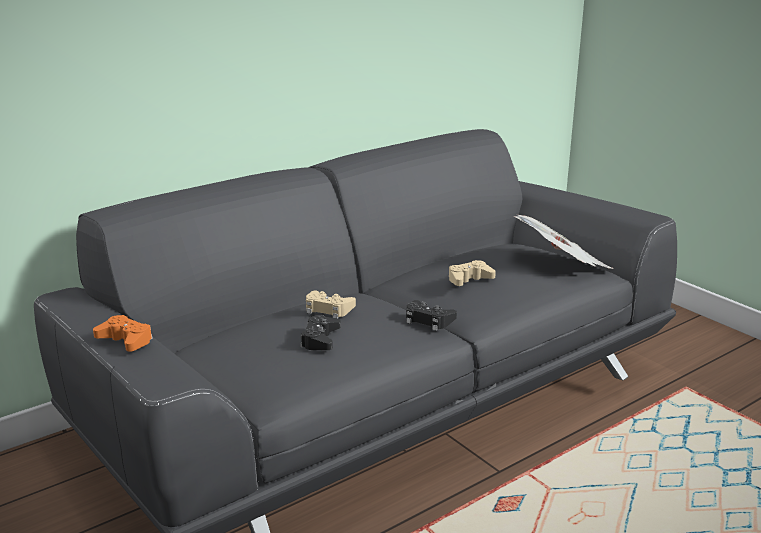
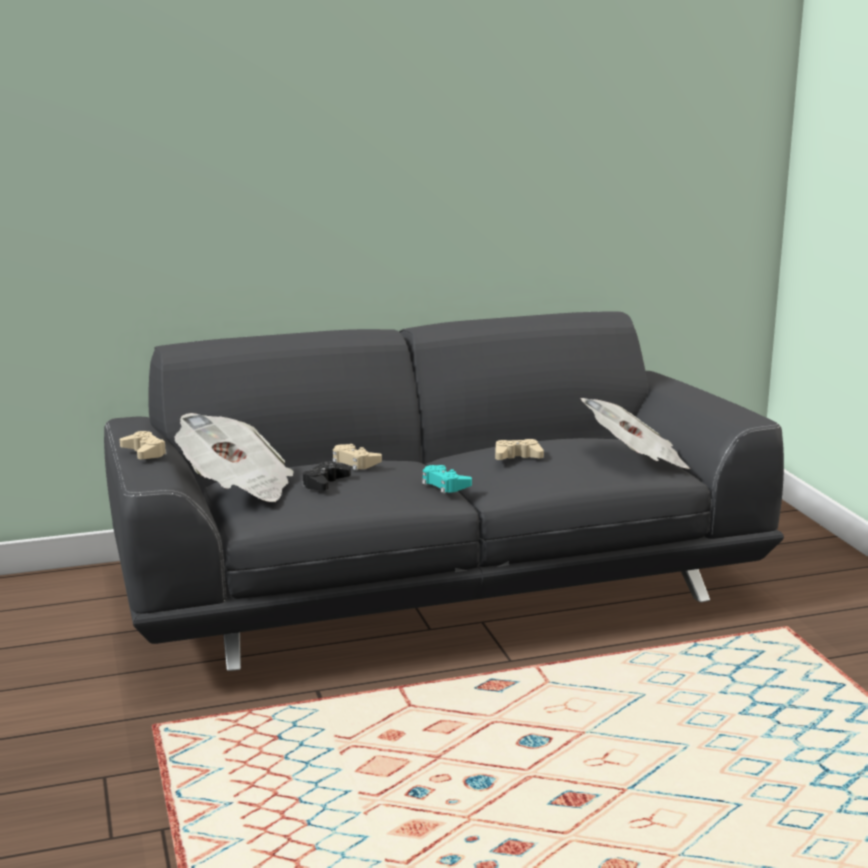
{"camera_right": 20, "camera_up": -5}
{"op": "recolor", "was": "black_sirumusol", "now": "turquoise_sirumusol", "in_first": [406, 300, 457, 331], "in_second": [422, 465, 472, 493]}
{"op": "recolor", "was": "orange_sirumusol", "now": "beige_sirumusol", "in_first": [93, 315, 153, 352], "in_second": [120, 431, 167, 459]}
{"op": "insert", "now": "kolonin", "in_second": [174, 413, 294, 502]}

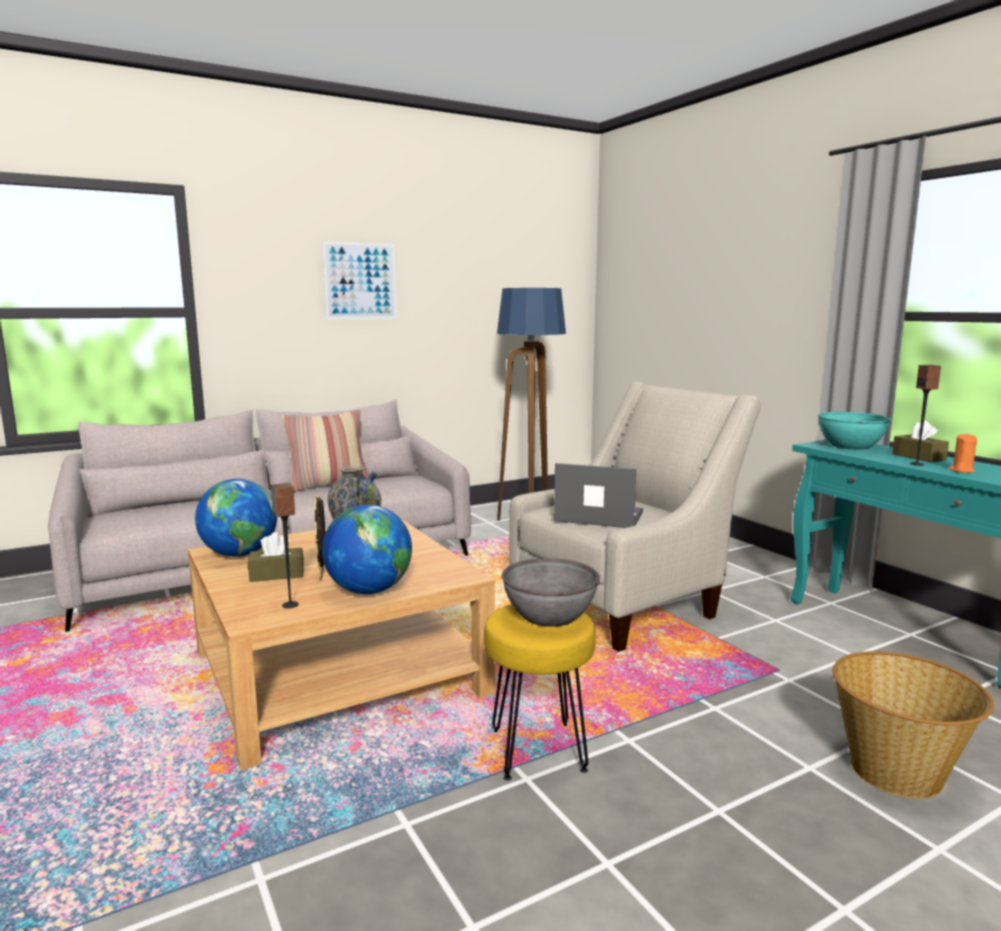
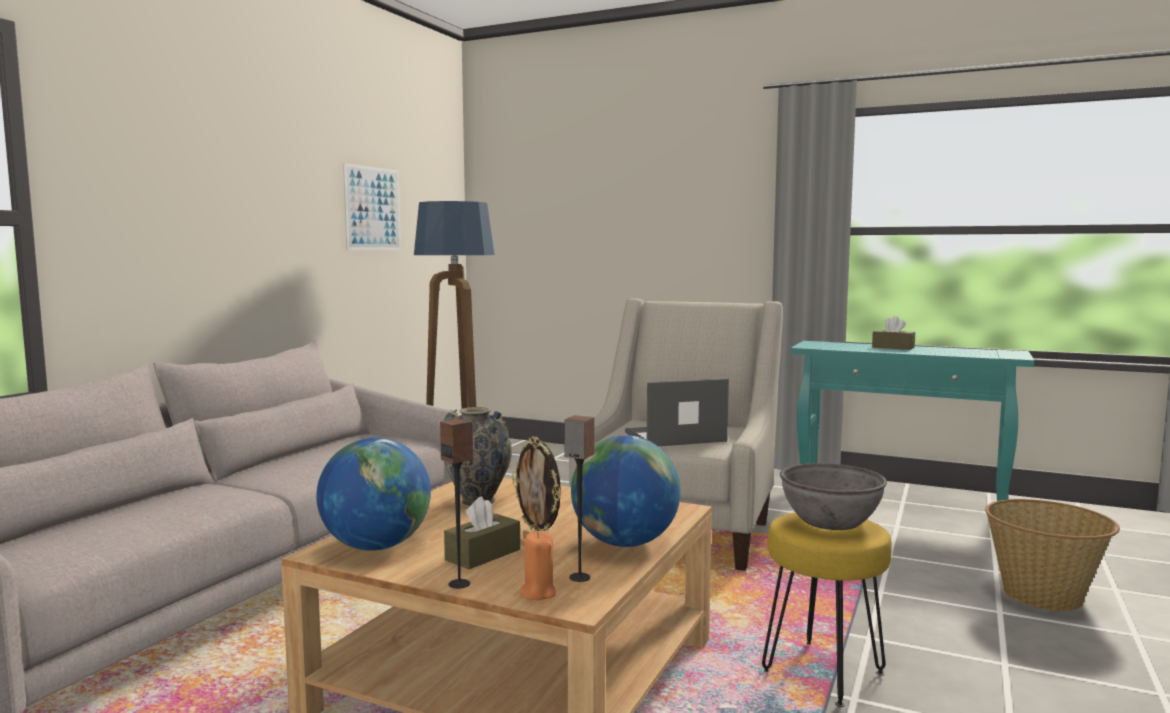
{"camera_right": -35, "camera_up": -5}
{"op": "move", "was": "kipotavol", "in_first": [322, 241, 397, 319], "in_second": [343, 163, 401, 250]}
{"op": "move", "was": "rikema", "in_first": [910, 365, 941, 466], "in_second": [440, 418, 474, 589]}
{"op": "delete", "was": "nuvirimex", "in_first": [282, 410, 369, 492]}
{"op": "delete", "was": "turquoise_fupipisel", "in_first": [818, 412, 891, 449]}
{"op": "move", "was": "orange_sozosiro", "in_first": [950, 433, 977, 473], "in_second": [521, 531, 556, 600]}

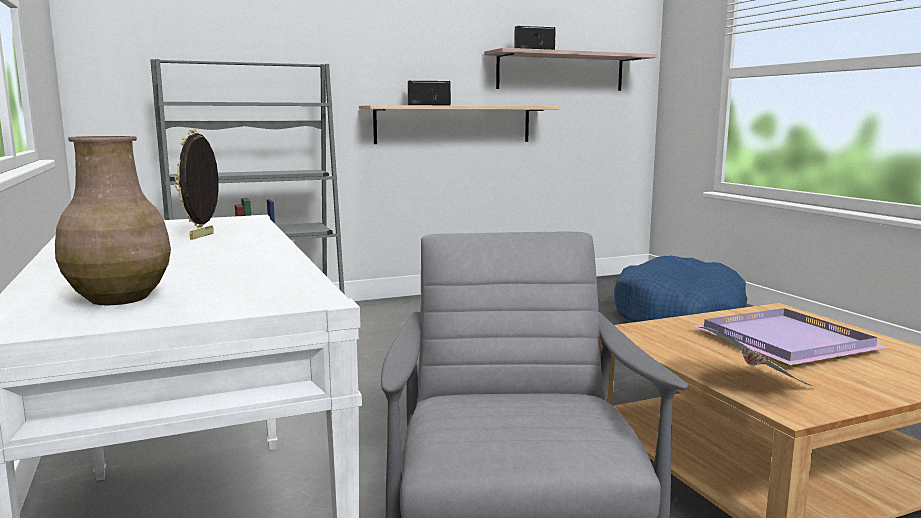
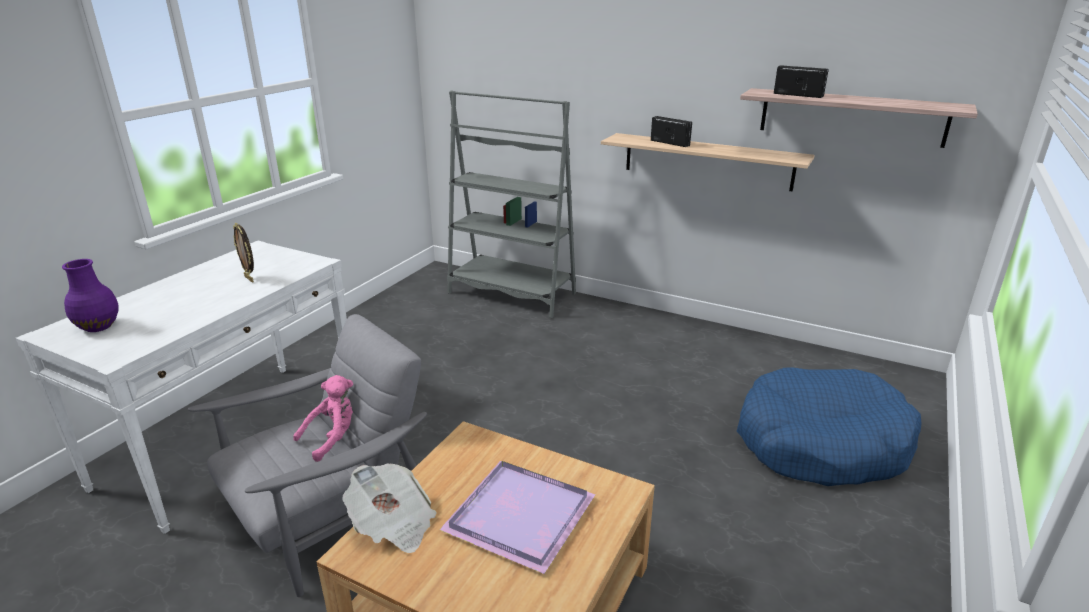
{"camera_right": 50, "camera_up": 15}
{"op": "rotate", "was": "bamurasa", "in_first": [175, 129, 219, 240], "in_second": [233, 223, 254, 283], "clockwise": -105}
{"op": "recolor", "was": "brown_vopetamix", "now": "purple_vopetamix", "in_first": [55, 136, 171, 305], "in_second": [62, 259, 119, 332]}
{"op": "insert", "now": "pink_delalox", "in_second": [293, 375, 353, 462]}

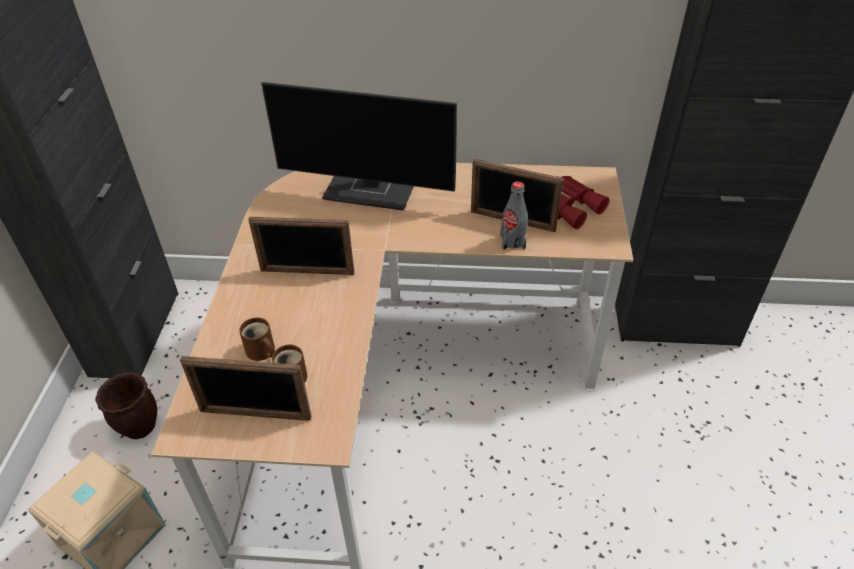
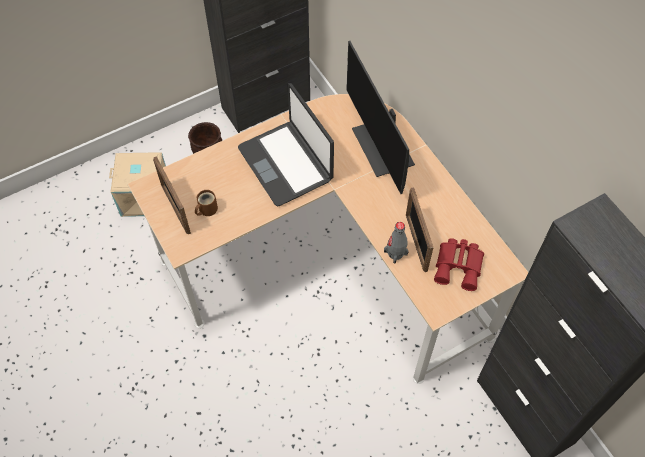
{"camera_right": 55, "camera_up": 15}
{"op": "replace", "was": "bamurasa", "now": "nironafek", "in_first": [248, 217, 354, 275], "in_second": [238, 83, 334, 207]}
{"op": "delete", "was": "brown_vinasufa", "in_first": [239, 317, 275, 361]}

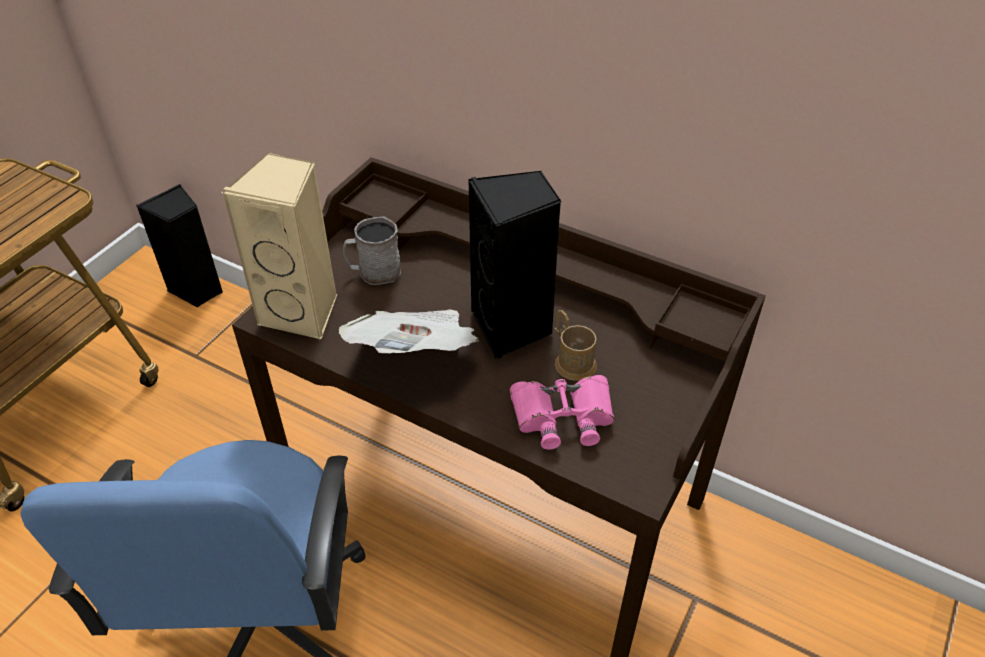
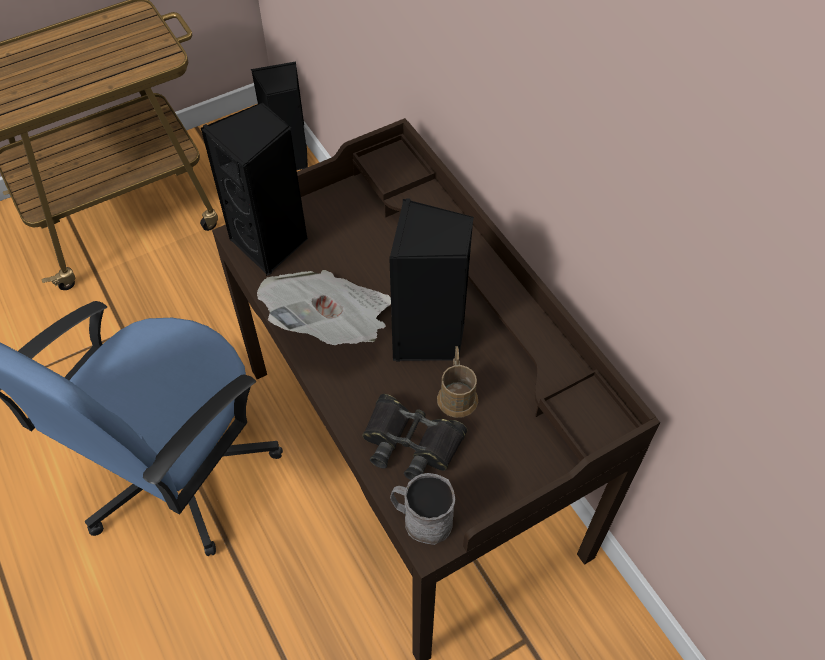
{"camera_right": 30, "camera_up": 10}
{"op": "recolor", "was": "beige_rikema", "now": "black_rikema", "in_first": [222, 153, 337, 340], "in_second": [200, 103, 308, 276]}
{"op": "move", "was": "grey_vinasufa", "in_first": [343, 216, 401, 285], "in_second": [390, 473, 455, 545]}
{"op": "recolor", "was": "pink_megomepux", "now": "black_megomepux", "in_first": [510, 375, 614, 450], "in_second": [362, 394, 467, 480]}

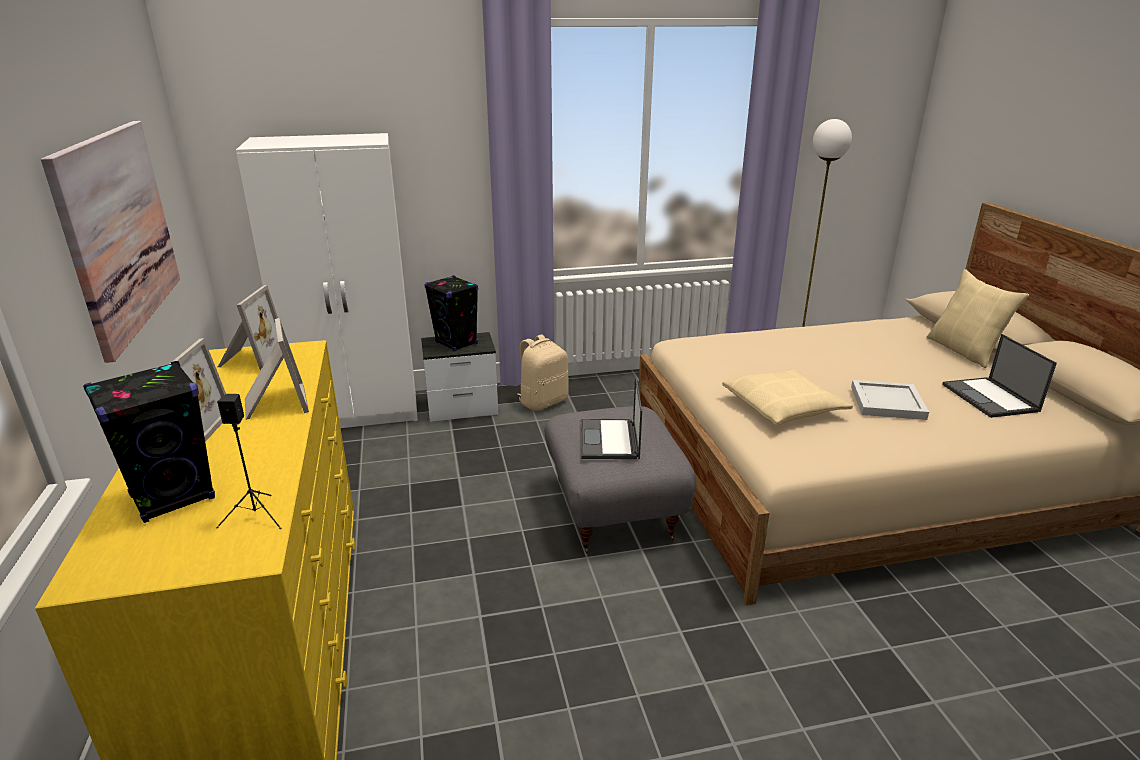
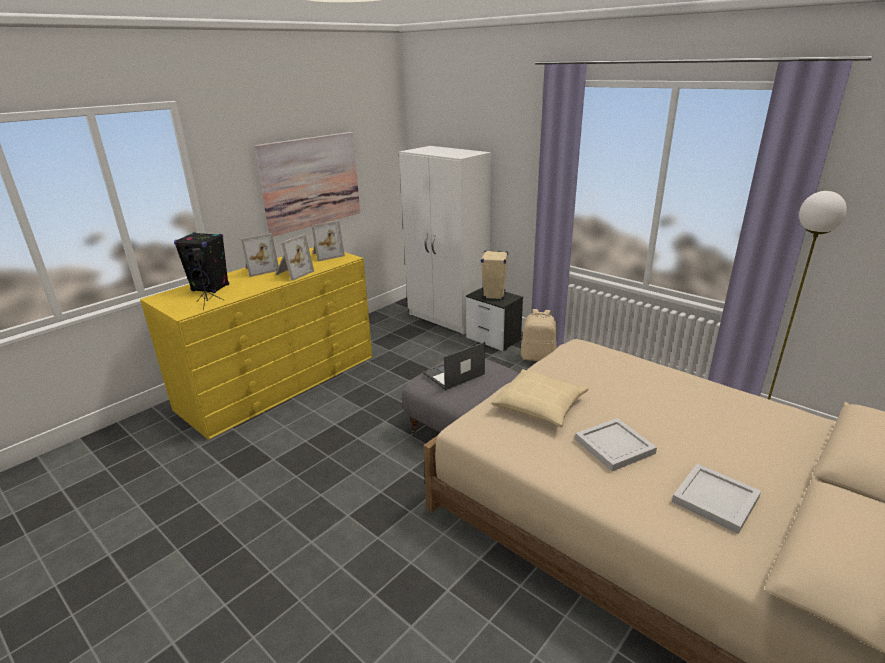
{"camera_right": 55, "camera_up": 0}
{"op": "delete", "was": "beige_nuvirimex", "in_first": [926, 269, 1029, 368]}
{"op": "recolor", "was": "black_rikema", "now": "beige_rikema", "in_first": [425, 275, 478, 351], "in_second": [481, 250, 508, 300]}
{"op": "replace", "was": "nironafek", "now": "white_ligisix", "in_first": [942, 334, 1057, 418], "in_second": [672, 464, 761, 534]}

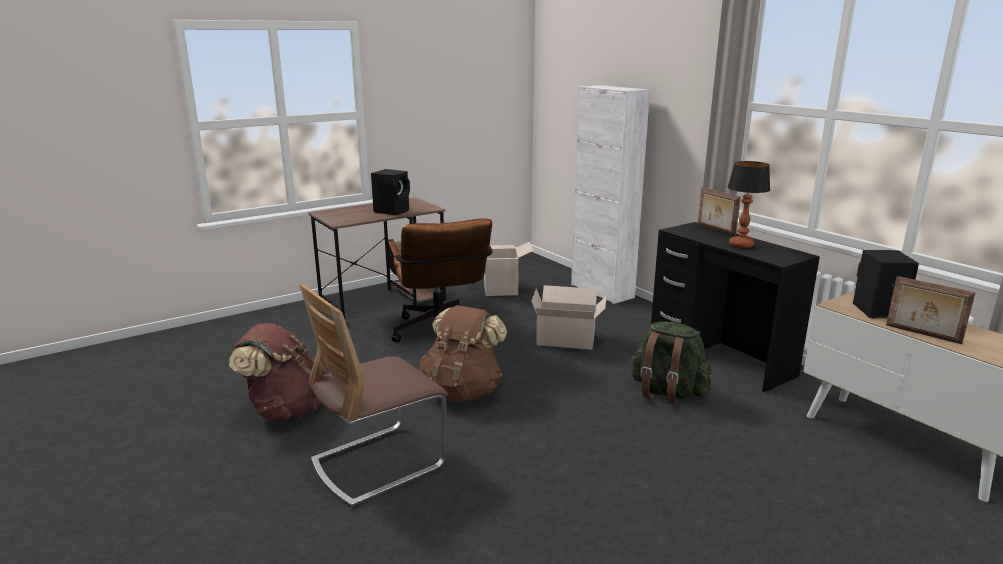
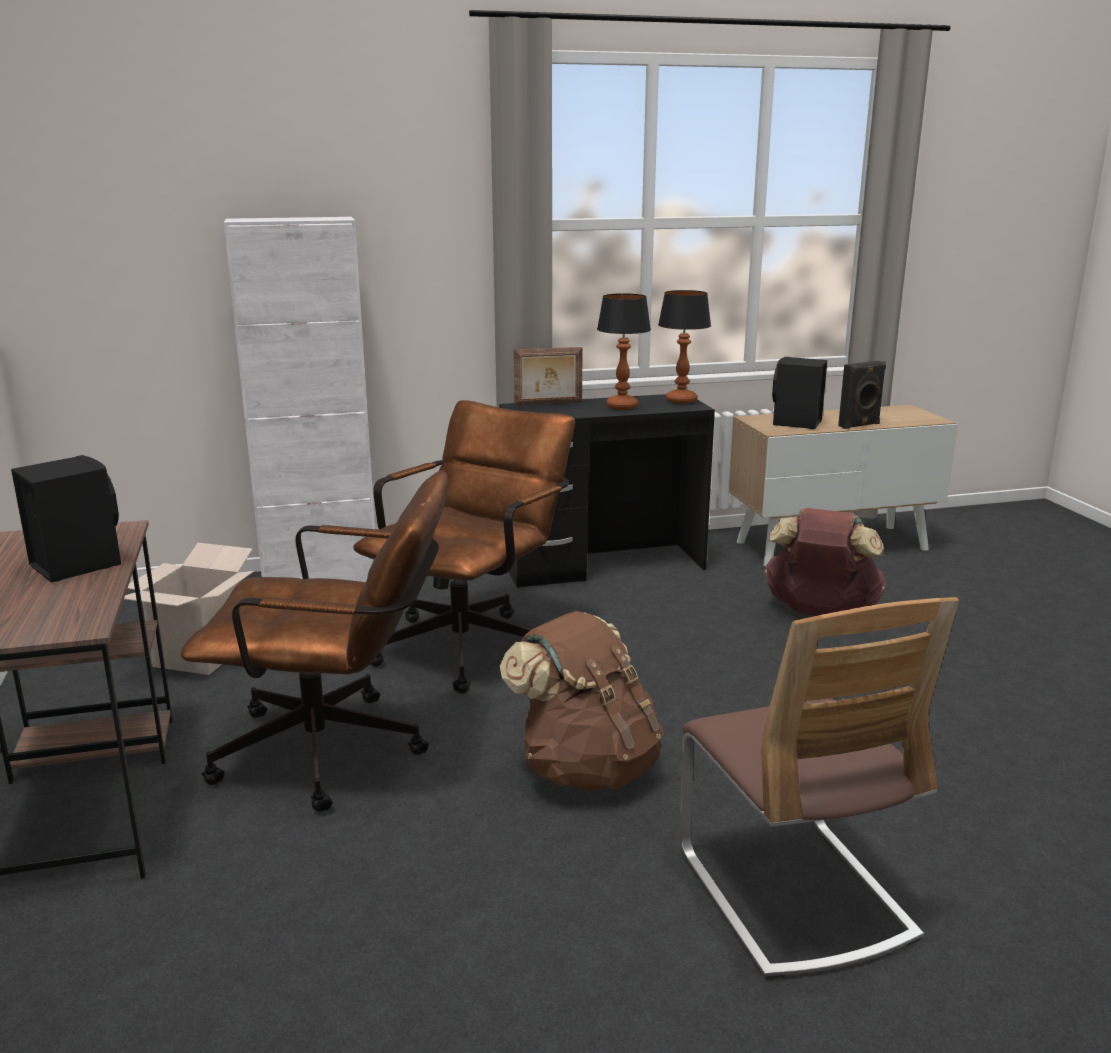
{"camera_right": -70, "camera_up": 0}
{"op": "replace", "was": "bamurasa", "now": "black_rikema", "in_first": [886, 276, 976, 344], "in_second": [838, 361, 886, 429]}
{"op": "replace", "was": "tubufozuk", "now": "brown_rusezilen", "in_first": [531, 285, 607, 350], "in_second": [353, 400, 575, 694]}
{"op": "delete", "was": "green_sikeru", "in_first": [631, 321, 712, 405]}
{"op": "move", "was": "brown_sikeru", "in_first": [229, 323, 328, 420], "in_second": [764, 508, 887, 616]}
{"op": "insert", "now": "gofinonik", "in_second": [658, 290, 711, 404]}

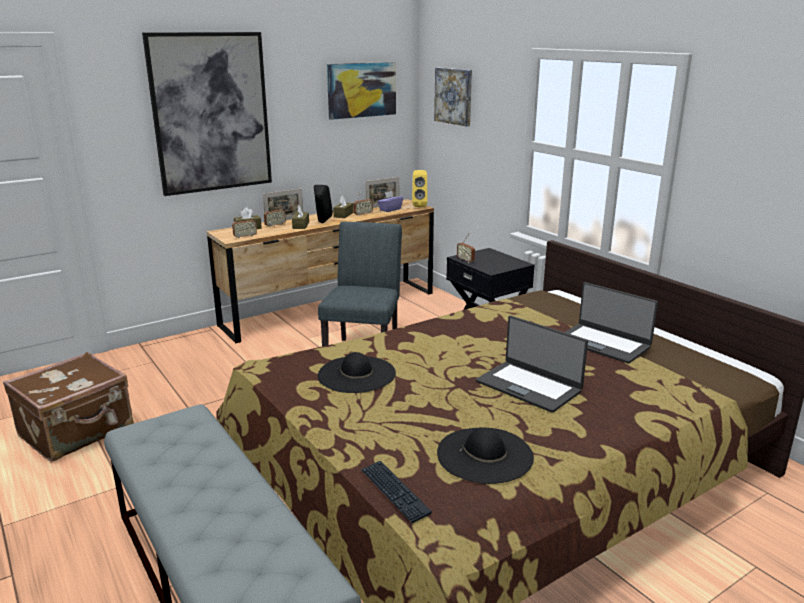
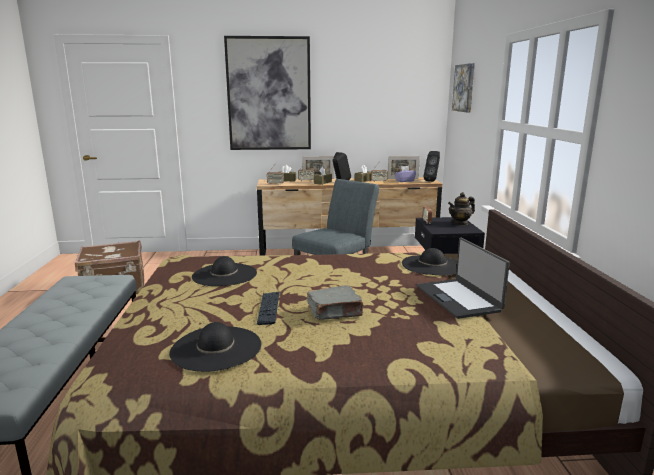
{"camera_right": 30, "camera_up": -5}
{"op": "delete", "was": "kipotavol", "in_first": [327, 62, 396, 120]}
{"op": "recolor", "was": "yellow_rikema", "now": "black_rikema", "in_first": [412, 170, 428, 207], "in_second": [424, 151, 440, 182]}
{"op": "replace", "was": "nironafek", "now": "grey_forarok", "in_first": [476, 316, 588, 413], "in_second": [307, 285, 364, 320]}
{"op": "move", "was": "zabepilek", "in_first": [361, 461, 432, 523], "in_second": [257, 292, 280, 325]}
{"op": "insert", "now": "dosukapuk", "in_second": [448, 192, 475, 225]}
{"op": "insert", "now": "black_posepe", "in_second": [402, 248, 457, 275]}

